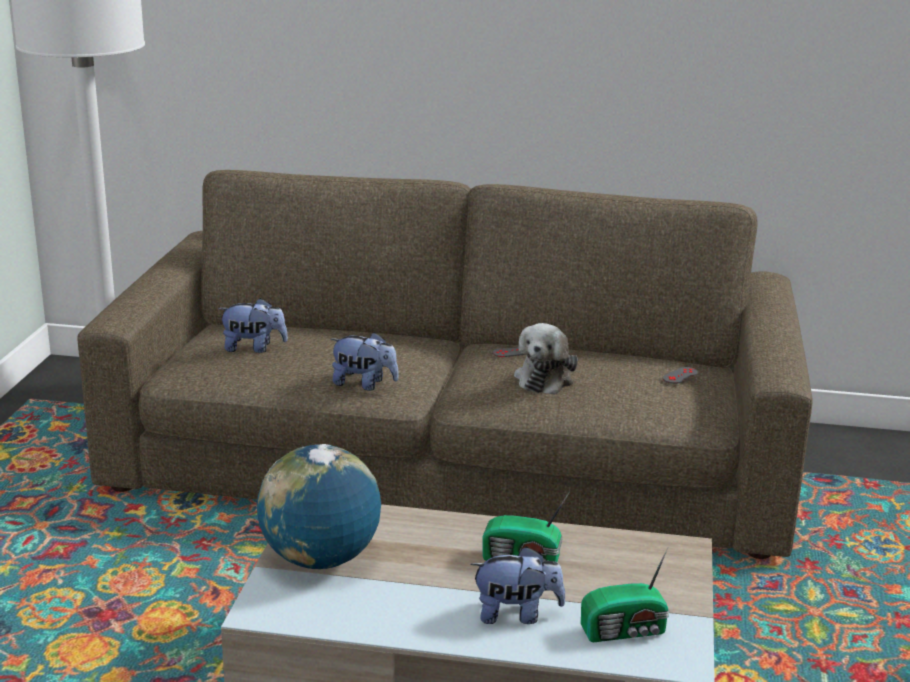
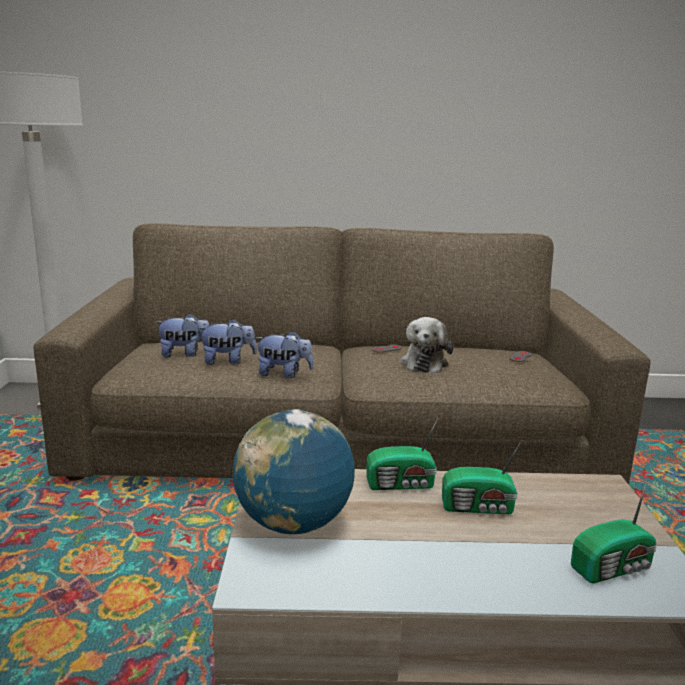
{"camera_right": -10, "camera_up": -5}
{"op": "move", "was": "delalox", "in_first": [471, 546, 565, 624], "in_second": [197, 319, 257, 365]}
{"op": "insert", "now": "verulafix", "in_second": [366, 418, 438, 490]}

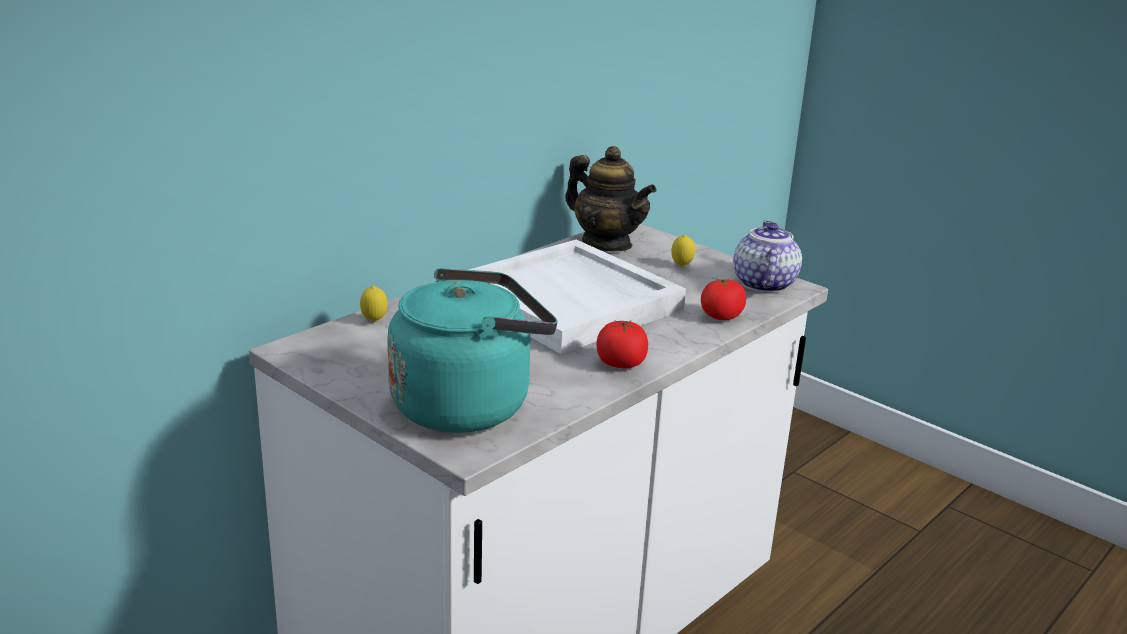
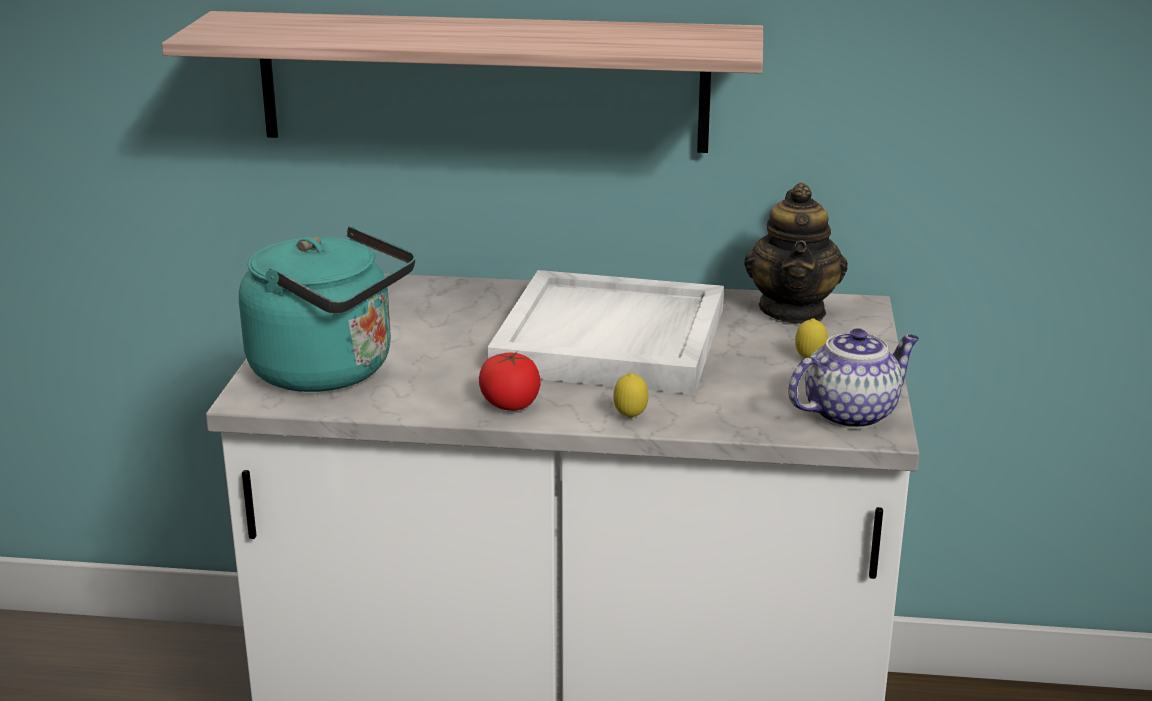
{"camera_right": 55, "camera_up": 0}
{"op": "delete", "was": "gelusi", "in_first": [701, 278, 746, 320]}
{"op": "move", "was": "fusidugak", "in_first": [360, 286, 388, 322], "in_second": [613, 373, 648, 419]}
{"op": "insert", "now": "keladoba", "in_second": [162, 11, 763, 153]}

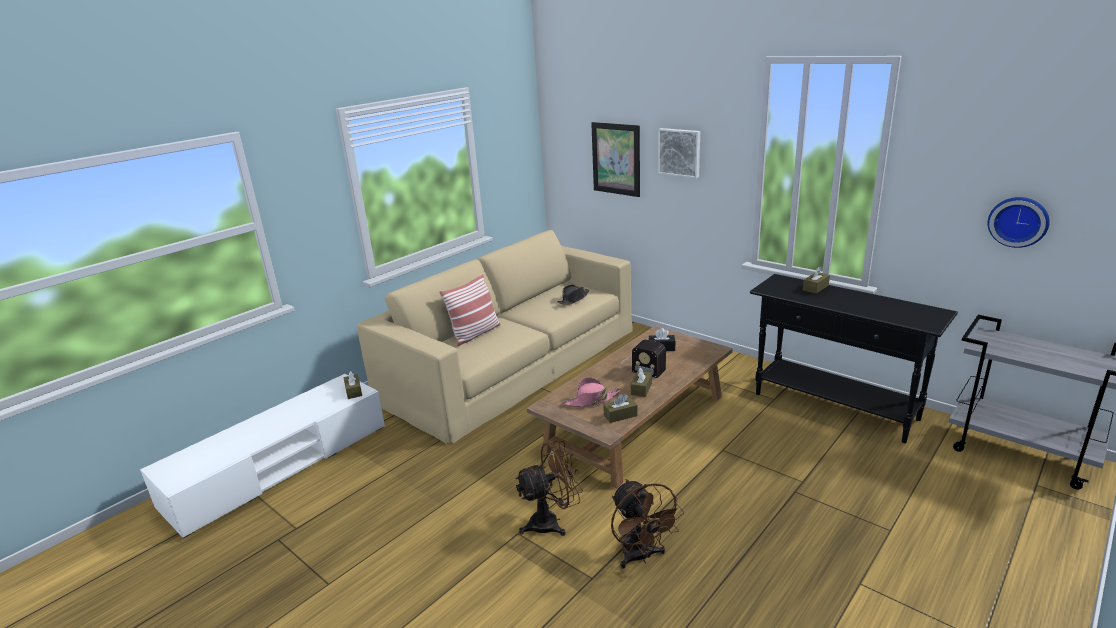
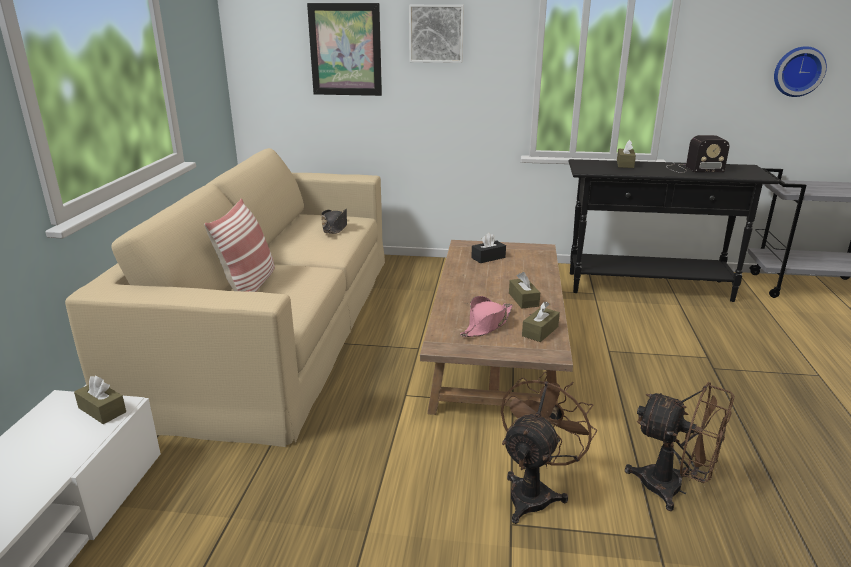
{"camera_right": -35, "camera_up": 0}
{"op": "move", "was": "verulafix", "in_first": [619, 340, 666, 378], "in_second": [666, 135, 730, 173]}

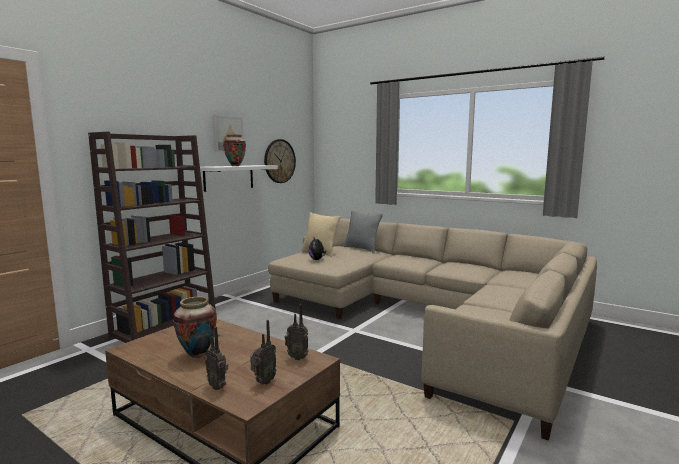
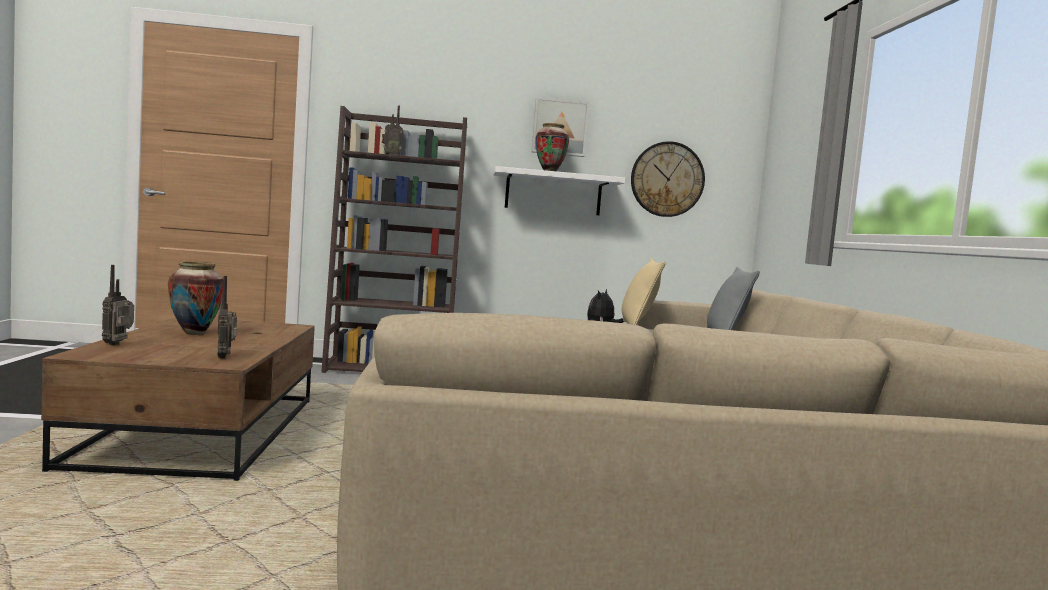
{"camera_right": 50, "camera_up": -5}
{"op": "move", "was": "verulafix", "in_first": [250, 320, 276, 385], "in_second": [382, 105, 403, 155]}

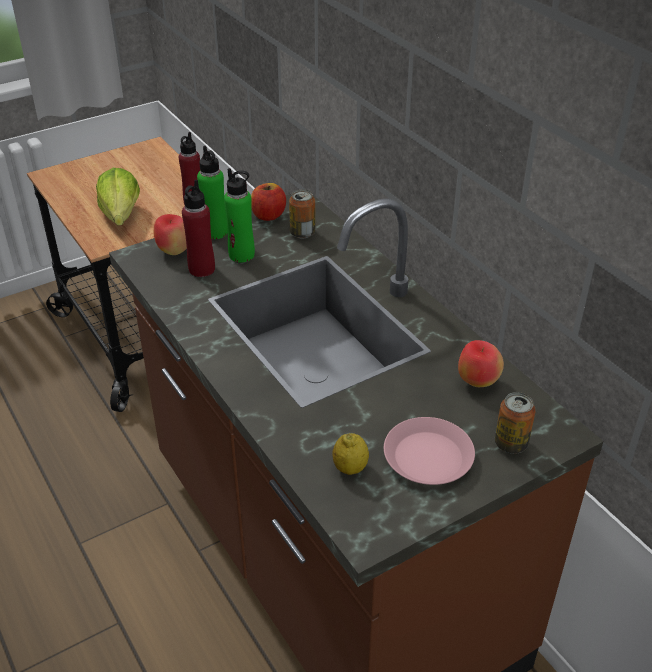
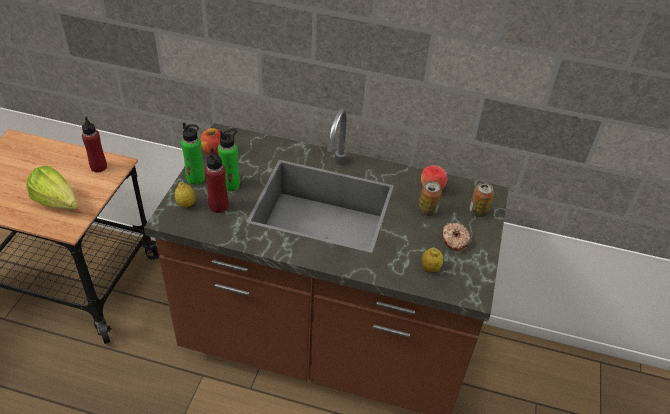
{"camera_right": -45, "camera_up": 5}
{"op": "move", "was": "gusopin", "in_first": [289, 189, 315, 239], "in_second": [418, 181, 442, 216]}
{"op": "replace", "was": "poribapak", "now": "fusidugak", "in_first": [154, 214, 187, 255], "in_second": [175, 182, 196, 207]}
{"op": "replace", "was": "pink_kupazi", "now": "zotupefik", "in_first": [384, 417, 475, 485], "in_second": [442, 223, 470, 251]}

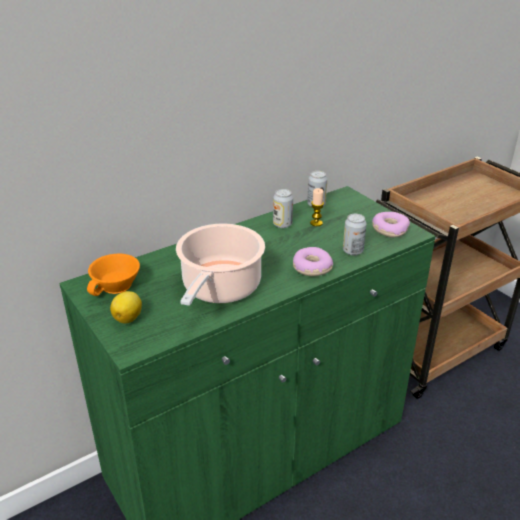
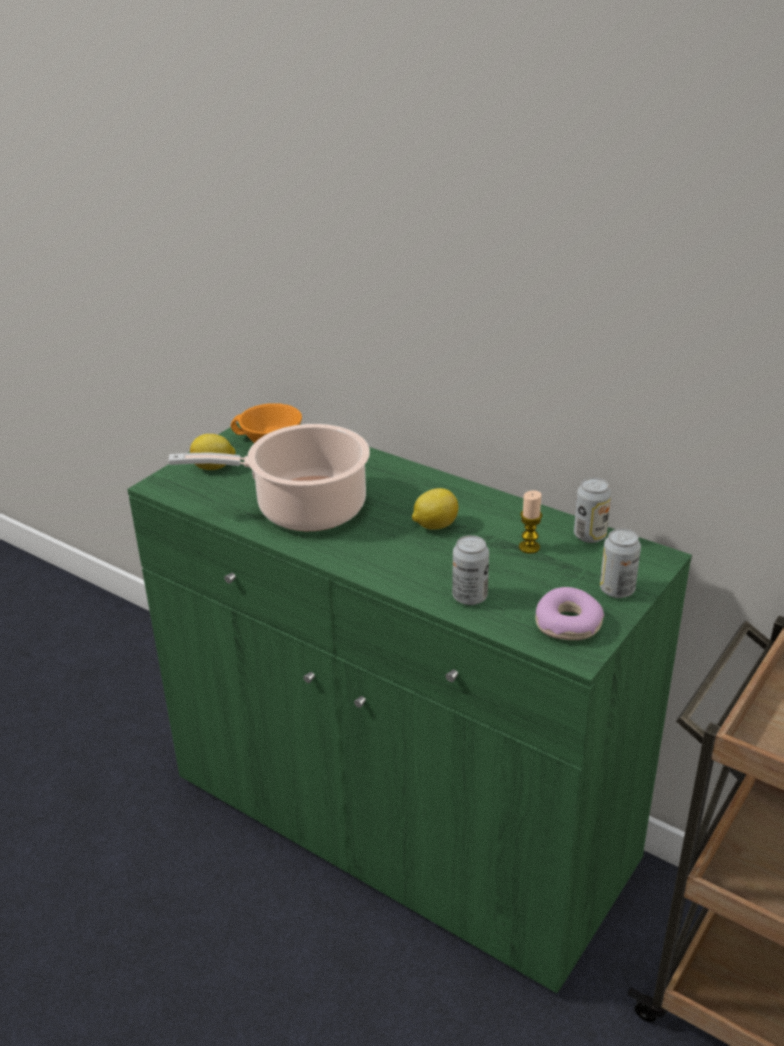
{"camera_right": 70, "camera_up": 0}
{"op": "move", "was": "gusopin", "in_first": [273, 189, 293, 228], "in_second": [600, 529, 641, 598]}
{"op": "delete", "was": "zotupefik", "in_first": [293, 247, 333, 276]}
{"op": "insert", "now": "fusidugak", "in_second": [412, 488, 459, 530]}

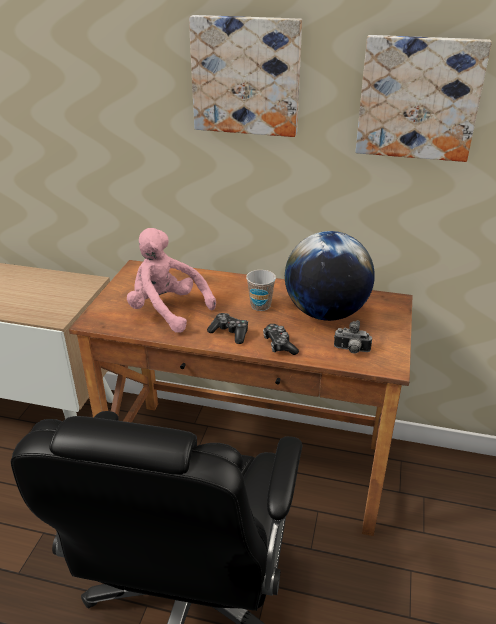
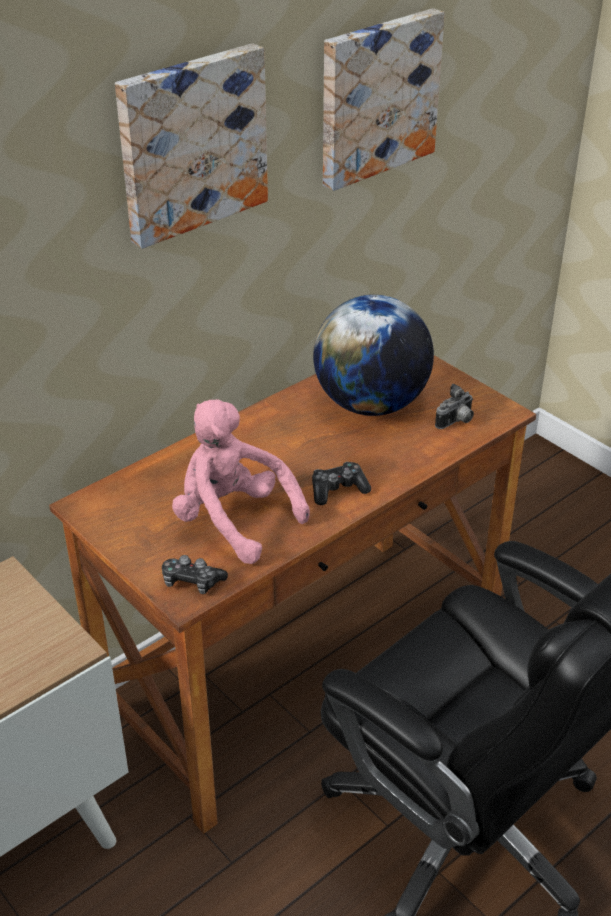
{"camera_right": -55, "camera_up": 5}
{"op": "rotate", "was": "pink_delalox", "in_first": [127, 228, 216, 333], "in_second": [172, 399, 310, 564], "clockwise": 60}
{"op": "delete", "was": "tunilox", "in_first": [246, 270, 276, 311]}
{"op": "move", "was": "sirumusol", "in_first": [263, 324, 299, 355], "in_second": [162, 555, 228, 594]}

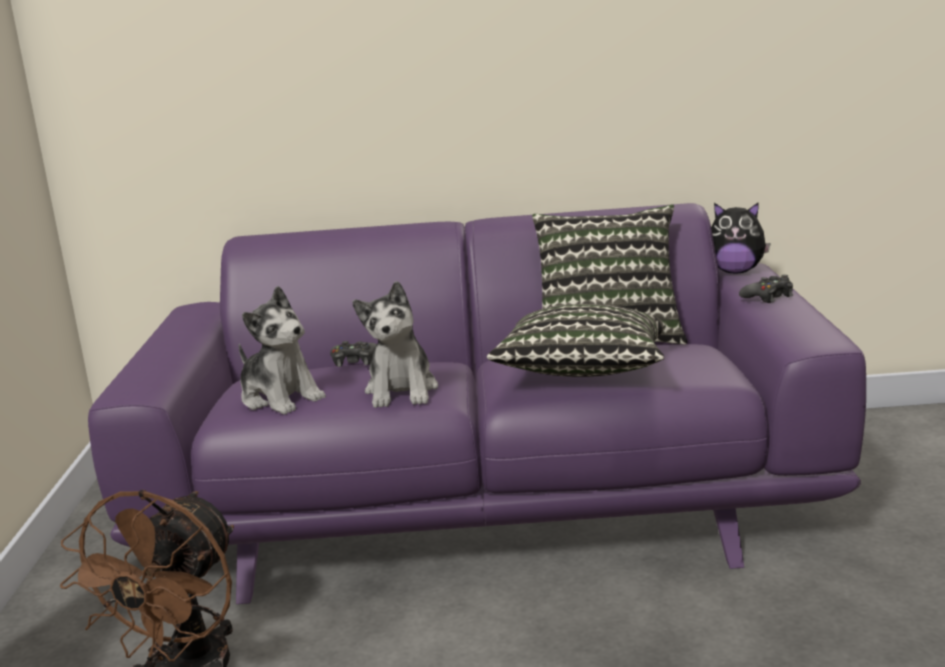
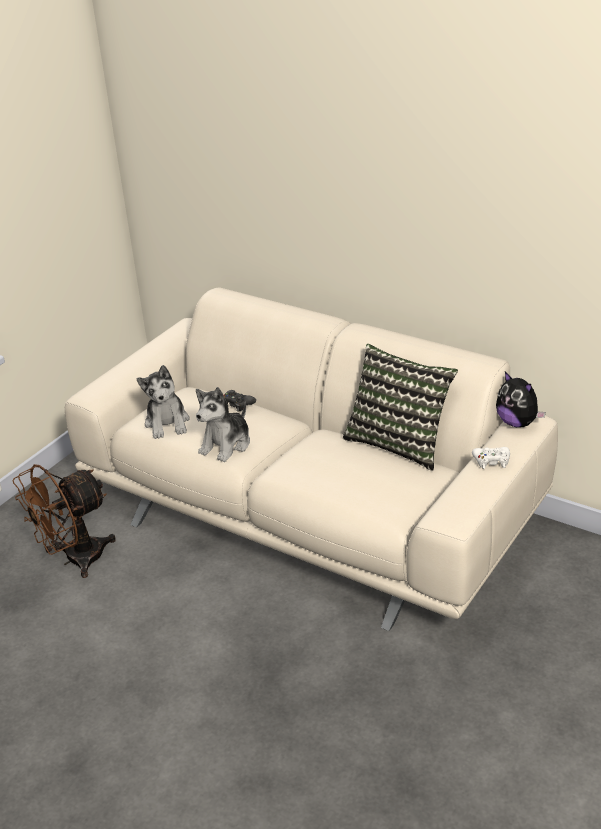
{"camera_right": 35, "camera_up": 15}
{"op": "recolor", "was": "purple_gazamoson", "now": "beige_gazamoson", "in_first": [88, 203, 866, 604], "in_second": [65, 287, 558, 631]}
{"op": "recolor", "was": "black_sirumusol", "now": "white_sirumusol", "in_first": [739, 275, 793, 303], "in_second": [472, 447, 510, 469]}
{"op": "delete", "was": "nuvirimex", "in_first": [487, 304, 666, 377]}

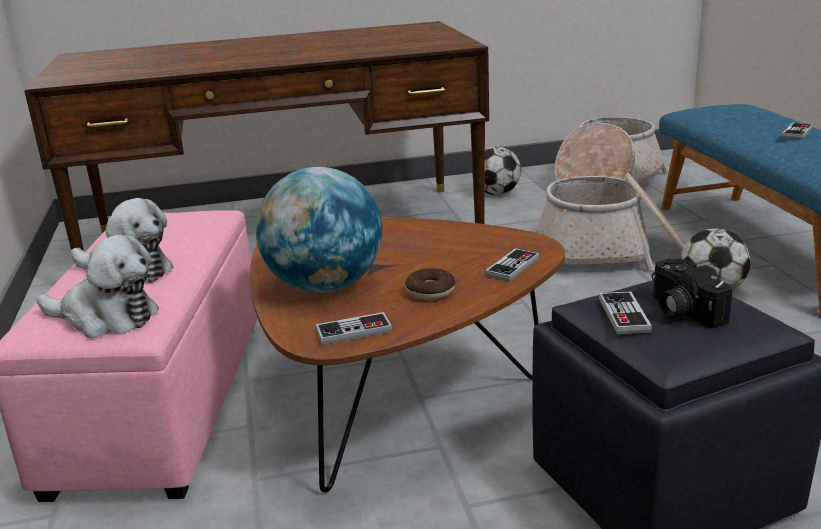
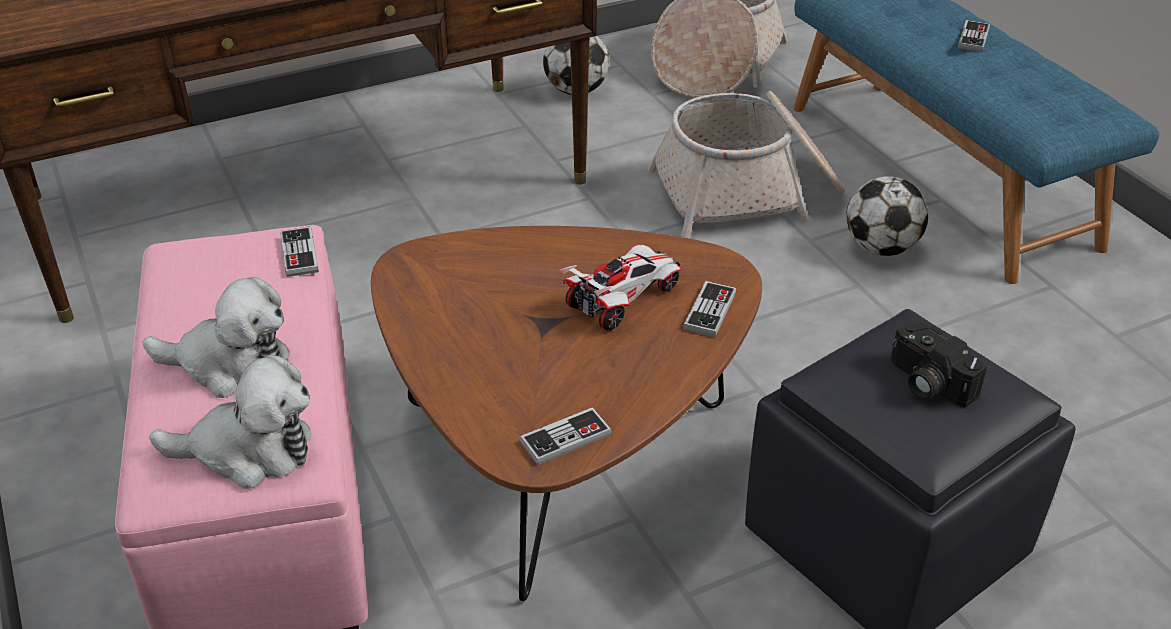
{"camera_right": -15, "camera_up": 15}
{"op": "delete", "was": "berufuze", "in_first": [256, 167, 382, 293]}
{"op": "delete", "was": "zotupefik", "in_first": [405, 268, 455, 300]}
{"op": "move", "was": "sirumusol", "in_first": [599, 291, 652, 334], "in_second": [280, 226, 319, 277]}
{"op": "insert", "now": "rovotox", "in_second": [560, 244, 682, 331]}

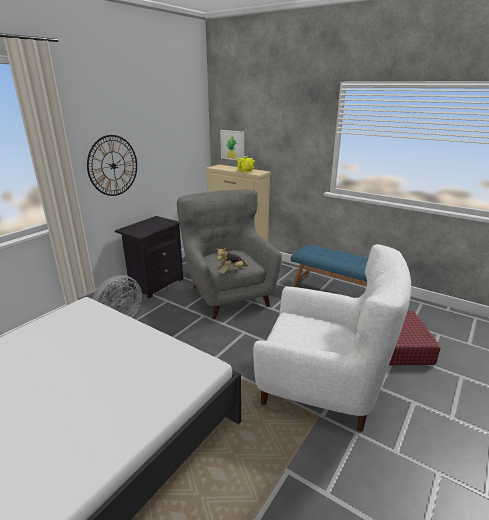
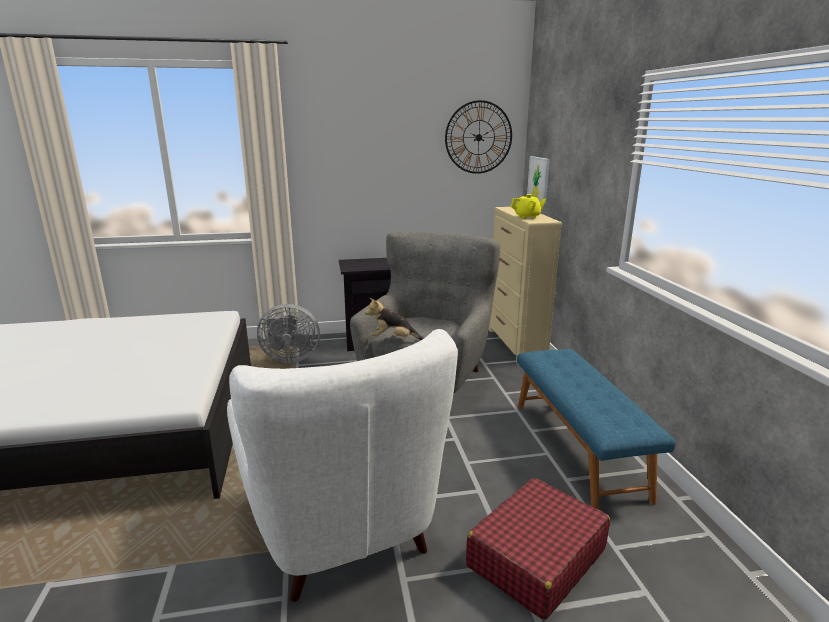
{"camera_right": 45, "camera_up": -5}
{"op": "move", "was": "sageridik", "in_first": [87, 135, 137, 196], "in_second": [445, 100, 512, 174]}

